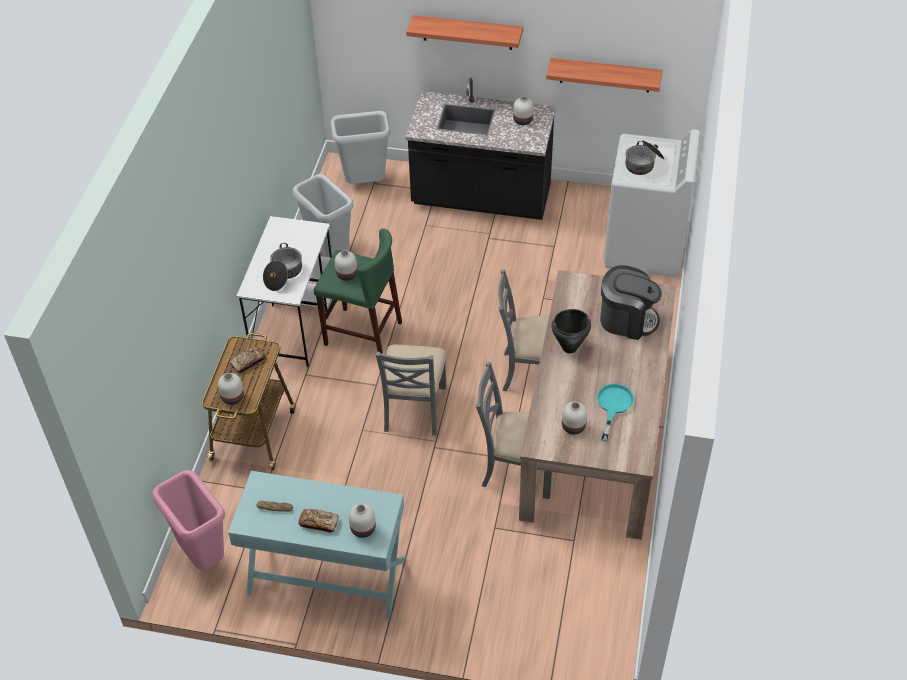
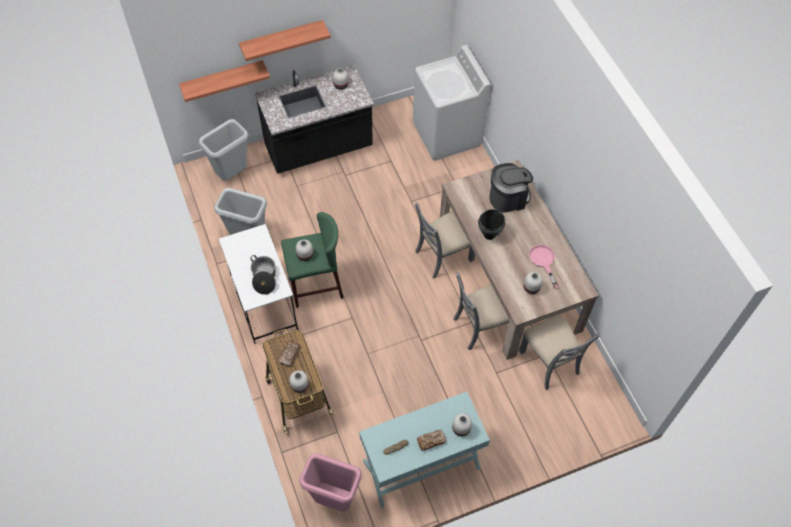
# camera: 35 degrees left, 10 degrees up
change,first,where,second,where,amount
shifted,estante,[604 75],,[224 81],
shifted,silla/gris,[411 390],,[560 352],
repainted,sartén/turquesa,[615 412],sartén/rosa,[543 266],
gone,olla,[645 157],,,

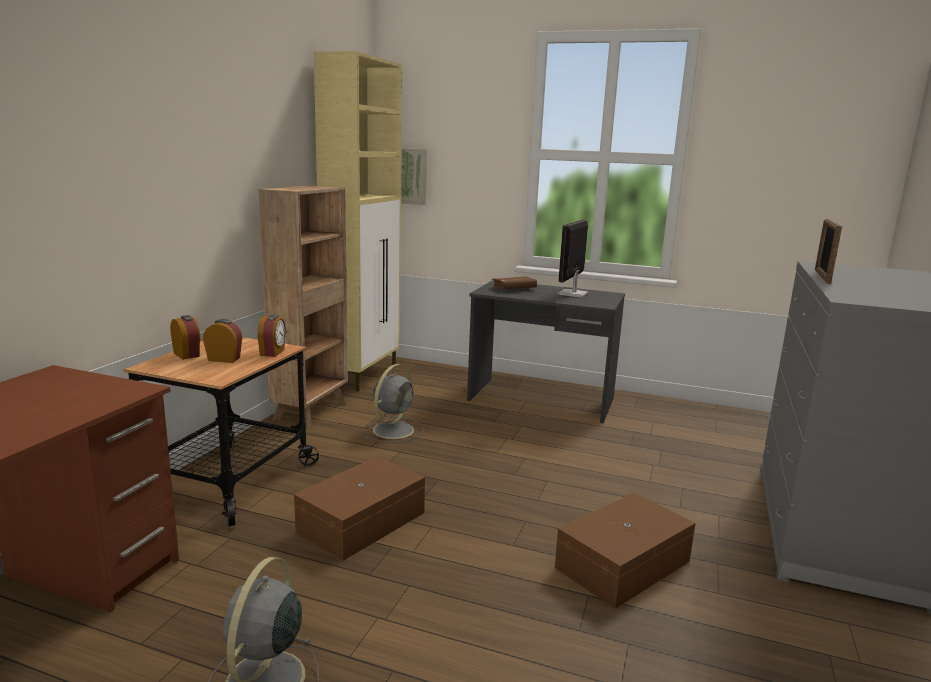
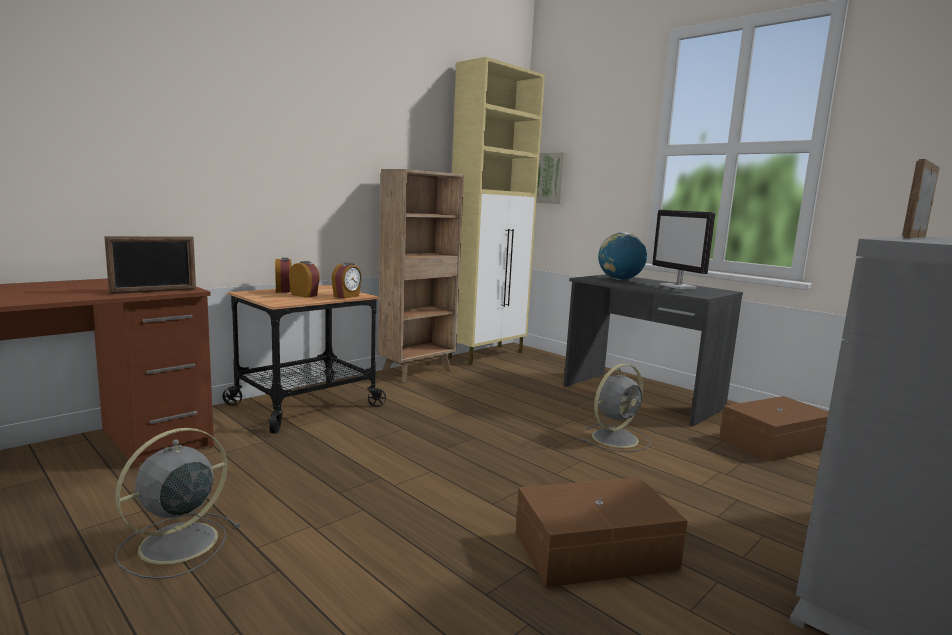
# camera: 25 degrees right, 5 degrees down
change,first,where,second,where,amount
new,,,portarretratos,[150 265],
shifted,ventilador/gris,[395 403],,[616 408],
swapped,libro/marrón,[514 282],globo terráqueo,[622 256],
rotated,monitor,[573 258],,[683 249],75 degrees counterclockwise
shifted,caja de almacenaje/marrón,[359 508],,[774 429],

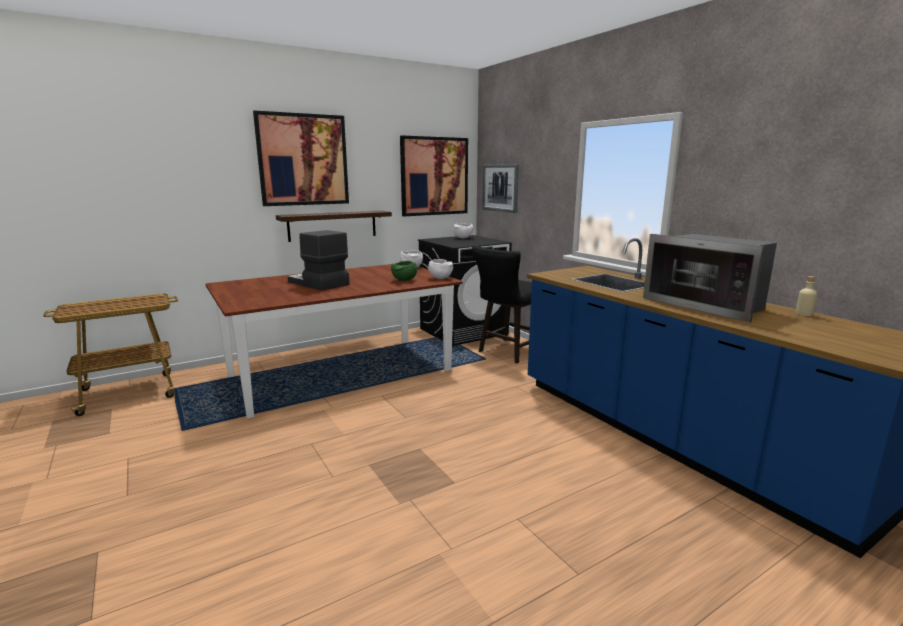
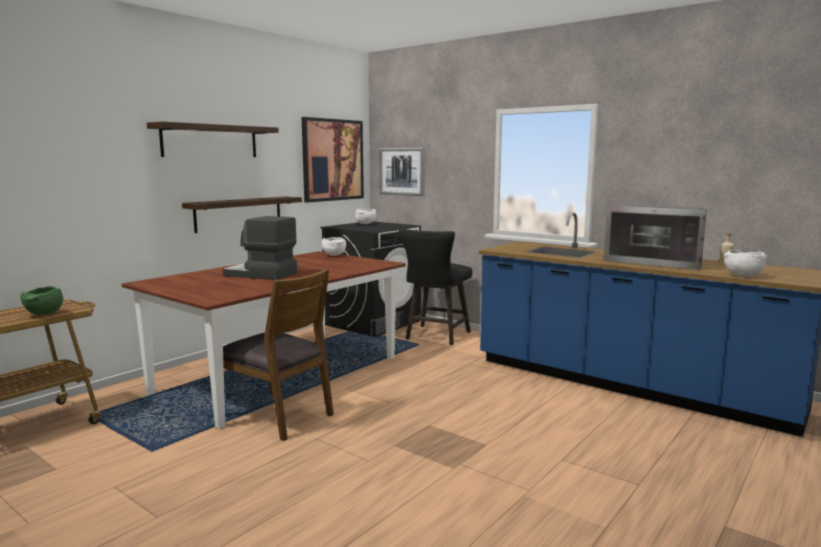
# camera: 20 degrees left, 5 degrees down
change,first,where,second,where,amount
shifted,cuenco/verde,[404 271],,[42 300],
swapped,cuadro,[301 158],estante,[213 139],
new,,,silla/marrón,[273 355],
shifted,cuenco/blanco,[440 269],,[745 263],

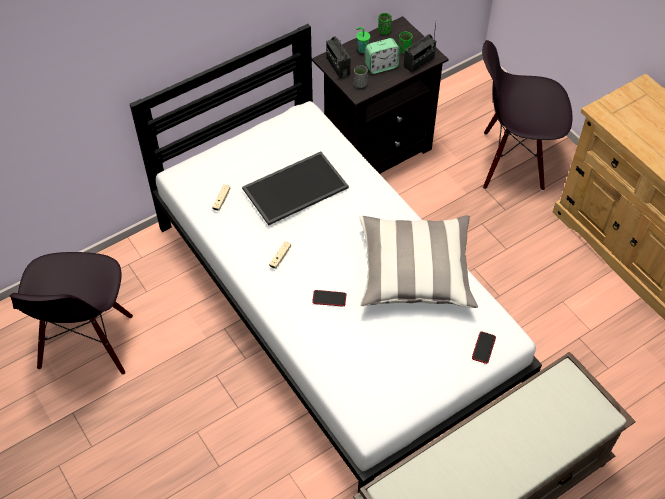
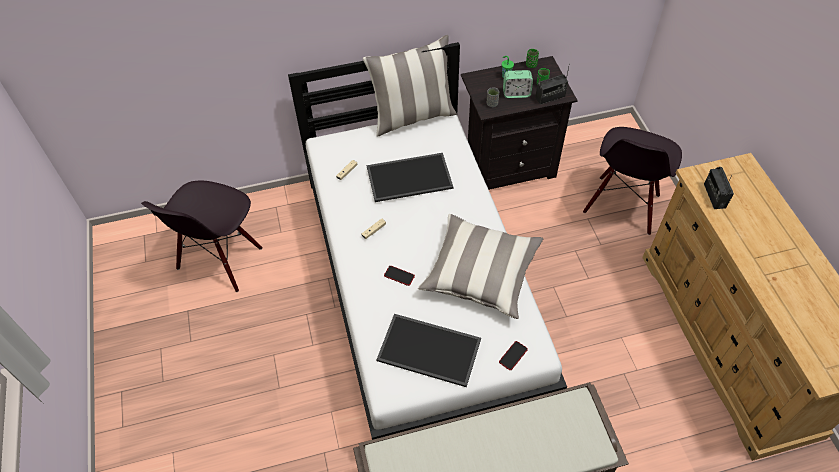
# camera: 20 degrees right, 0 degrees up
change,first,where,second,where,amount
new,,,cojín,[410 86],
new,,,bandeja,[428 350],
rotated,silla/negro,[527 115],,[632 181],90 degrees counterclockwise
shifted,radio,[338 57],,[719 188],

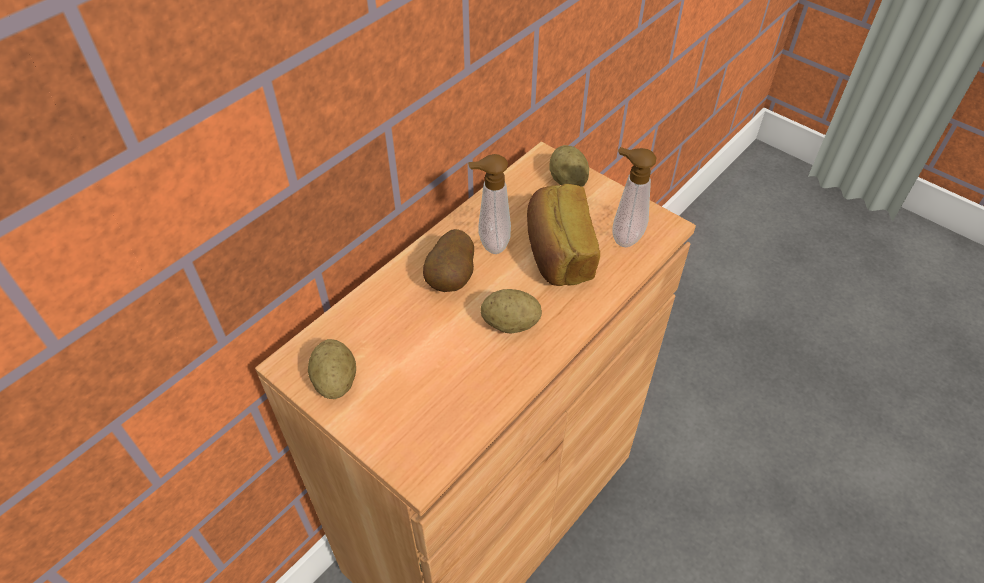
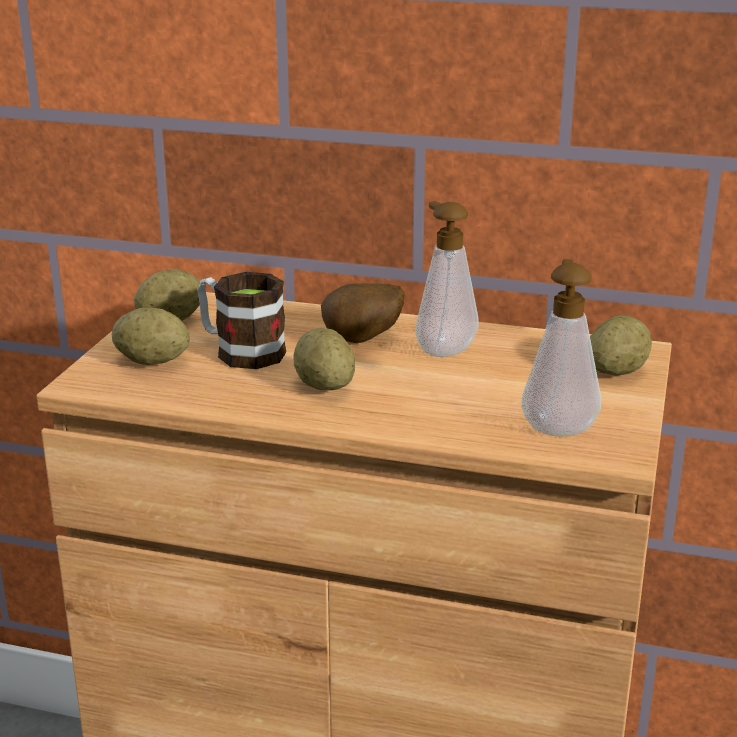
# camera: 65 degrees right, 25 degrees down
change,first,where,second,where,amount
new,,,patata,[151 336],
new,,,taza grande,[242 320],
gone,pan,[563 235],,,

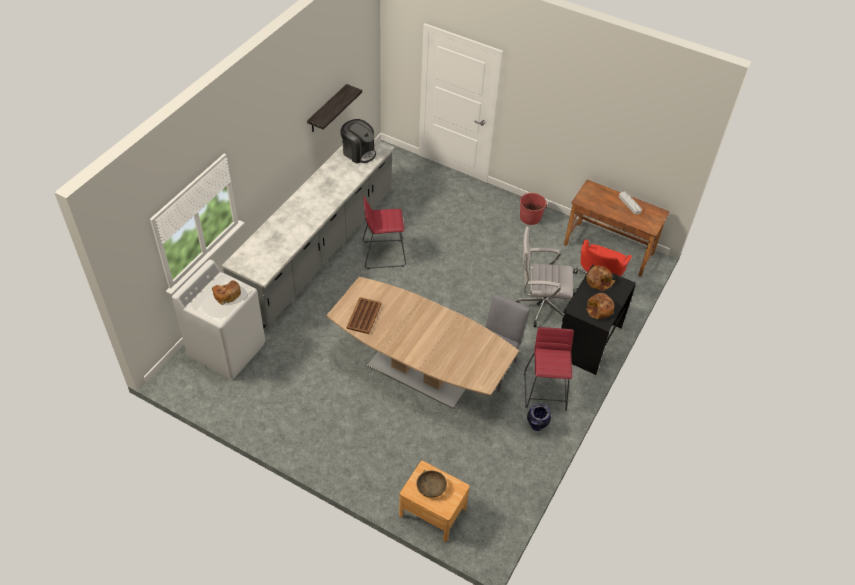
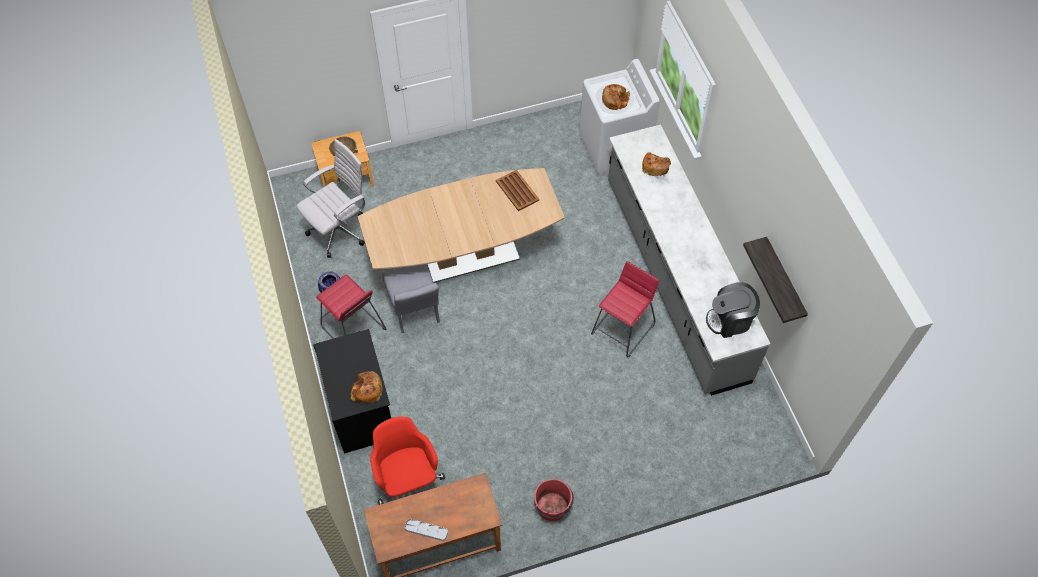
# camera: 135 degrees right, 10 degrees up
change,first,where,second,where,amount
shifted,silla de oficina/blanco,[544 276],,[330 198],
shifted,pan,[600 306],,[656 164],

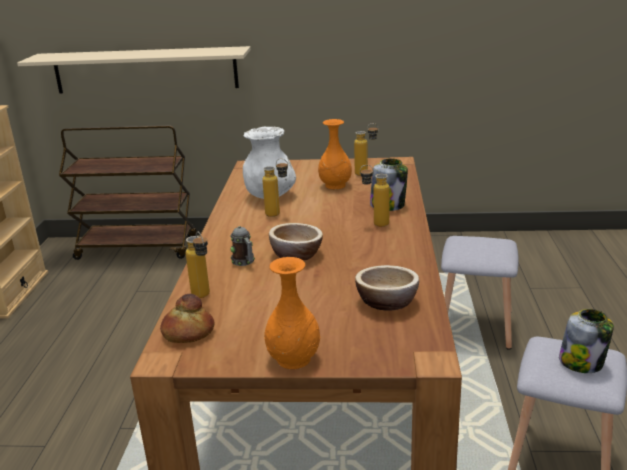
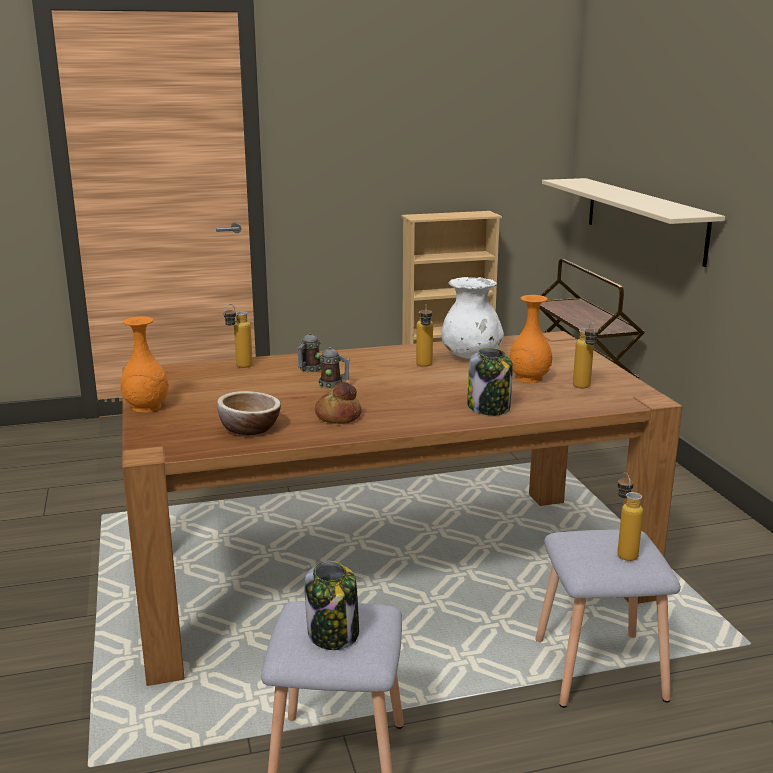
# camera: 70 degrees right, 5 degrees down
change,first,where,second,where,amount
shifted,pan,[187 318],,[338 403],
swapped,cuenco,[296 242],taza grande,[334 368],
shifted,botella,[374 196],,[630 516],

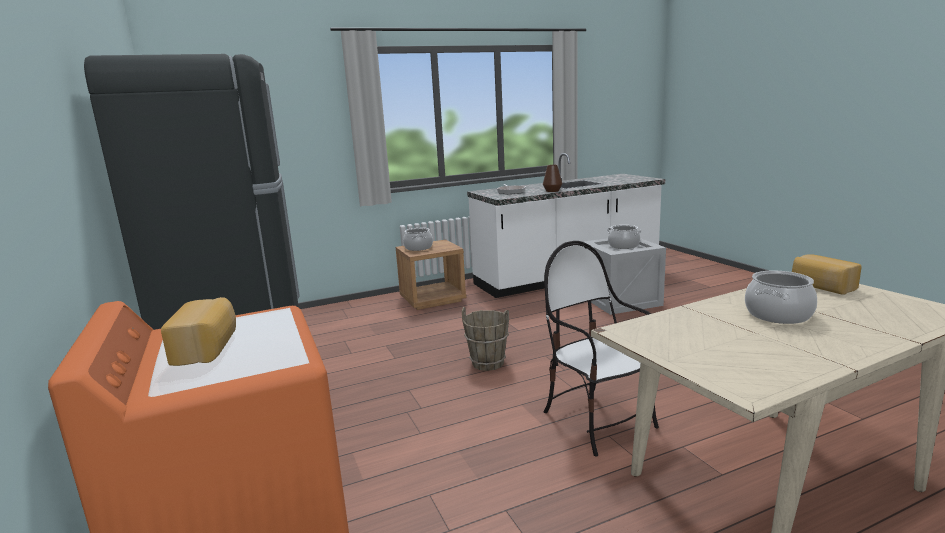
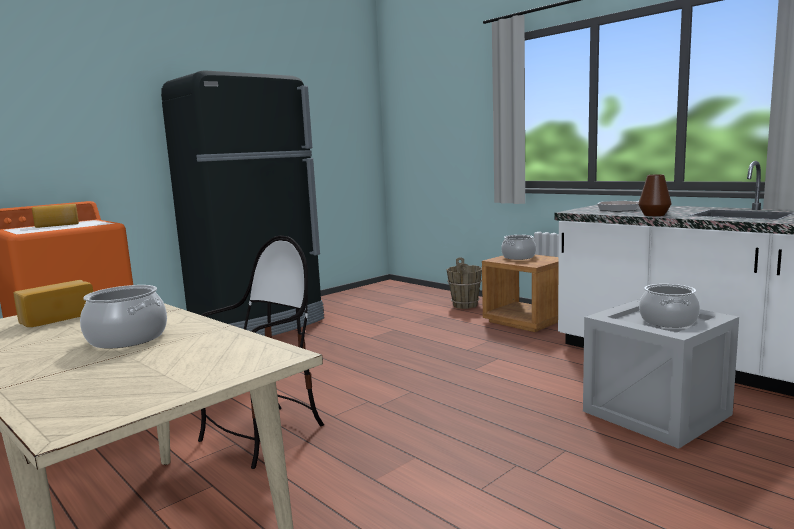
# camera: 70 degrees right, 5 degrees down
change,first,where,second,where,amount
shifted,pan,[827 274],,[53 303],
shifted,cubo/marrón,[485 339],,[464 283],

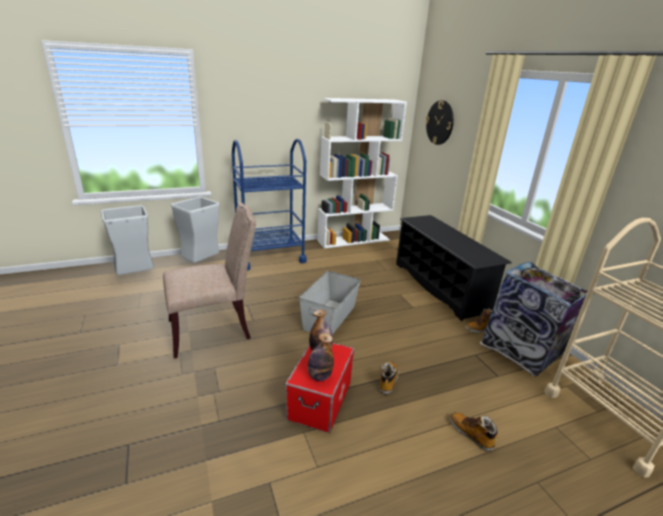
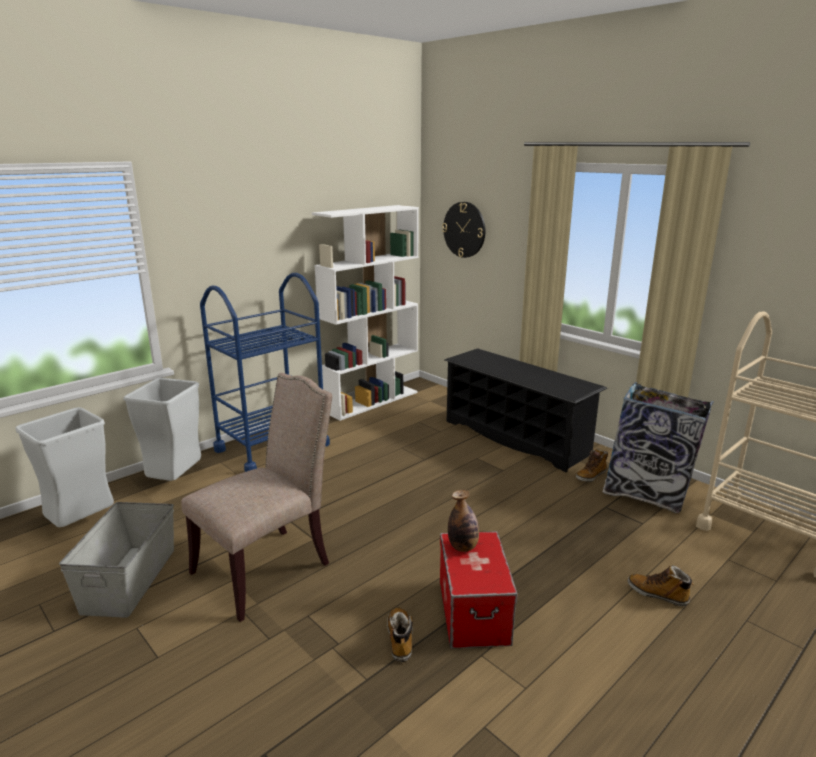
# camera: 20 degrees left, 5 degrees down
change,first,where,second,where,amount
shifted,caja de almacenaje/gris,[330 303],,[116 560],
shifted,bota,[388 378],,[400 634],
gone,botella,[321 357],,,

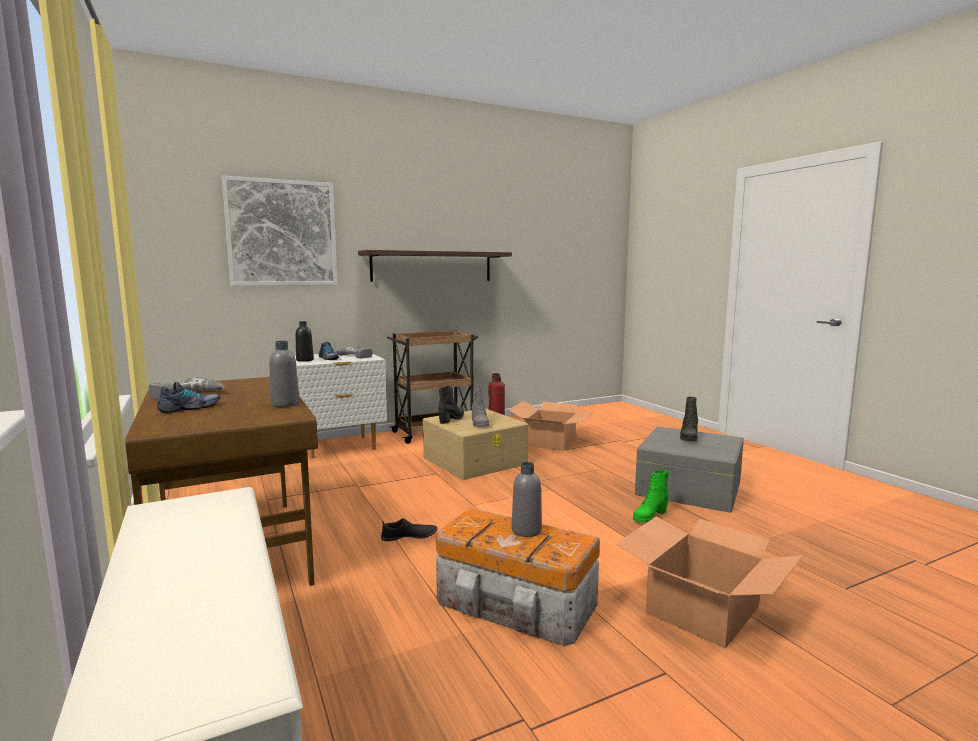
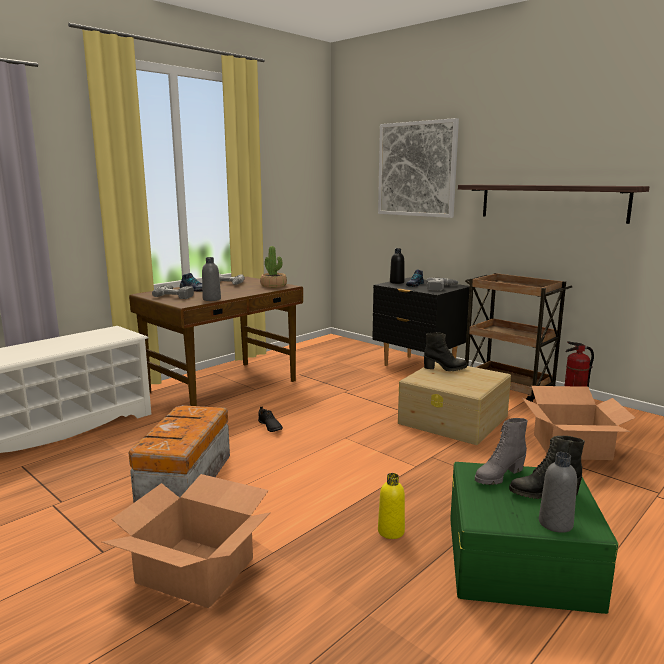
# camera: 70 degrees right, 5 degrees up
change,first,where,second,where,amount
new,,,taladro,[173 292],
new,,,planta en maceta,[273 267],
repainted,mesita de noche/blanco,[341 405],mesita de noche/negro,[421 321],
swapped,bota/verde,[651 496],botella/amarillo,[391 506],
repainted,caja de almacenaje/gris,[689 470],caja de almacenaje/verde,[534 538],
shifted,bota/gris,[480 406],,[501 451],
shifted,botella/gris,[527 499],,[558 492],

